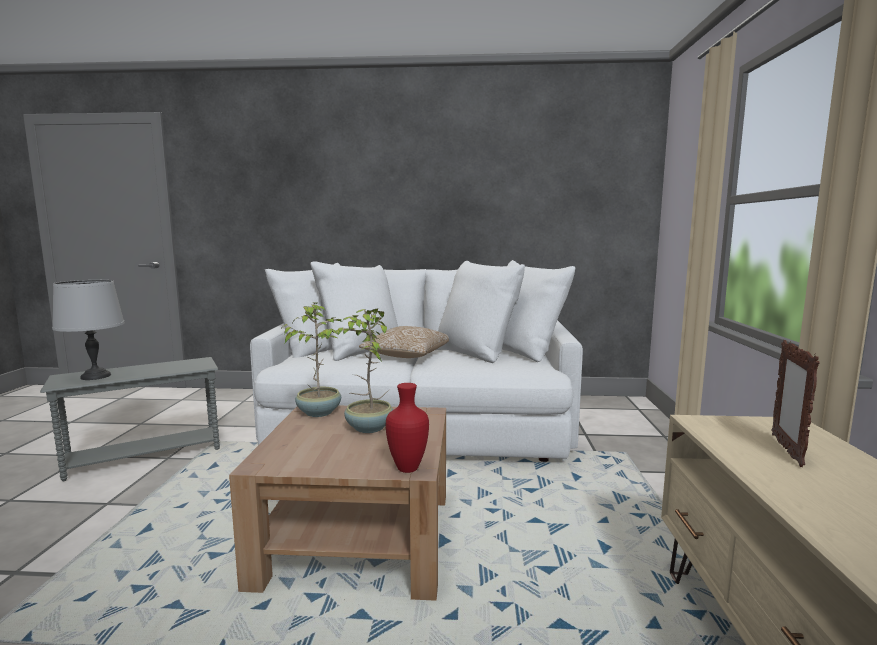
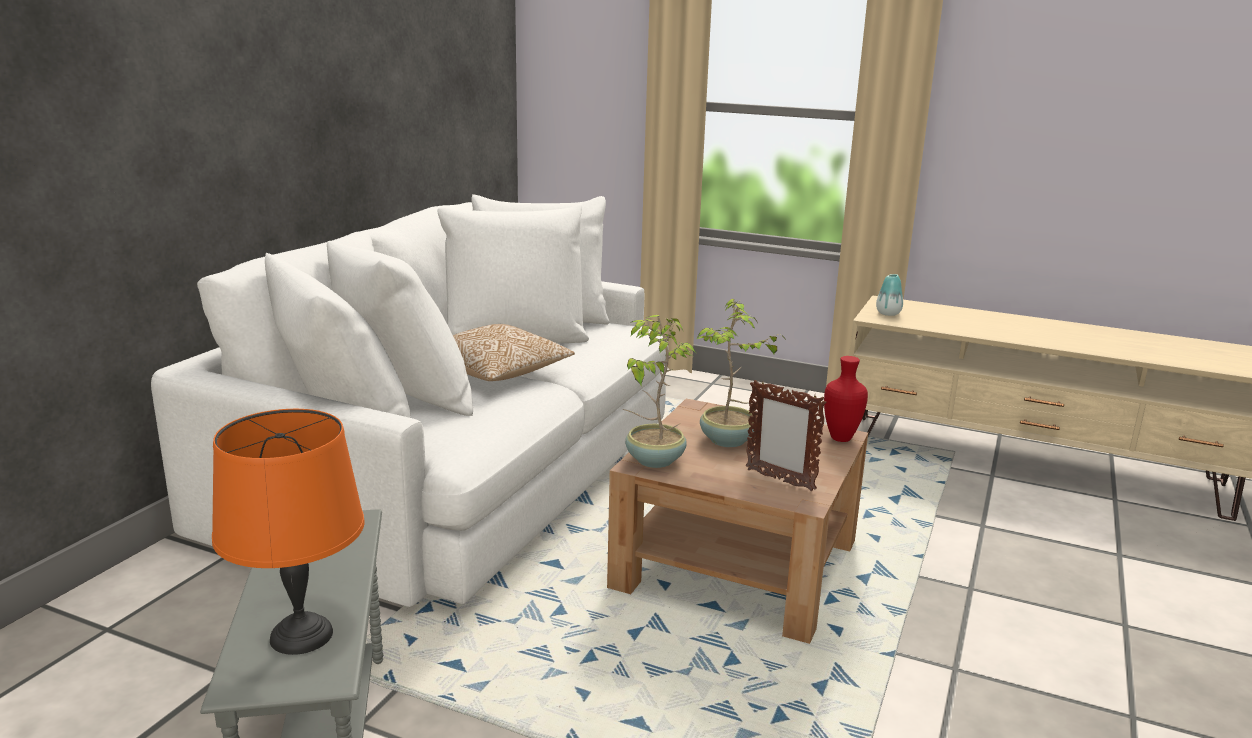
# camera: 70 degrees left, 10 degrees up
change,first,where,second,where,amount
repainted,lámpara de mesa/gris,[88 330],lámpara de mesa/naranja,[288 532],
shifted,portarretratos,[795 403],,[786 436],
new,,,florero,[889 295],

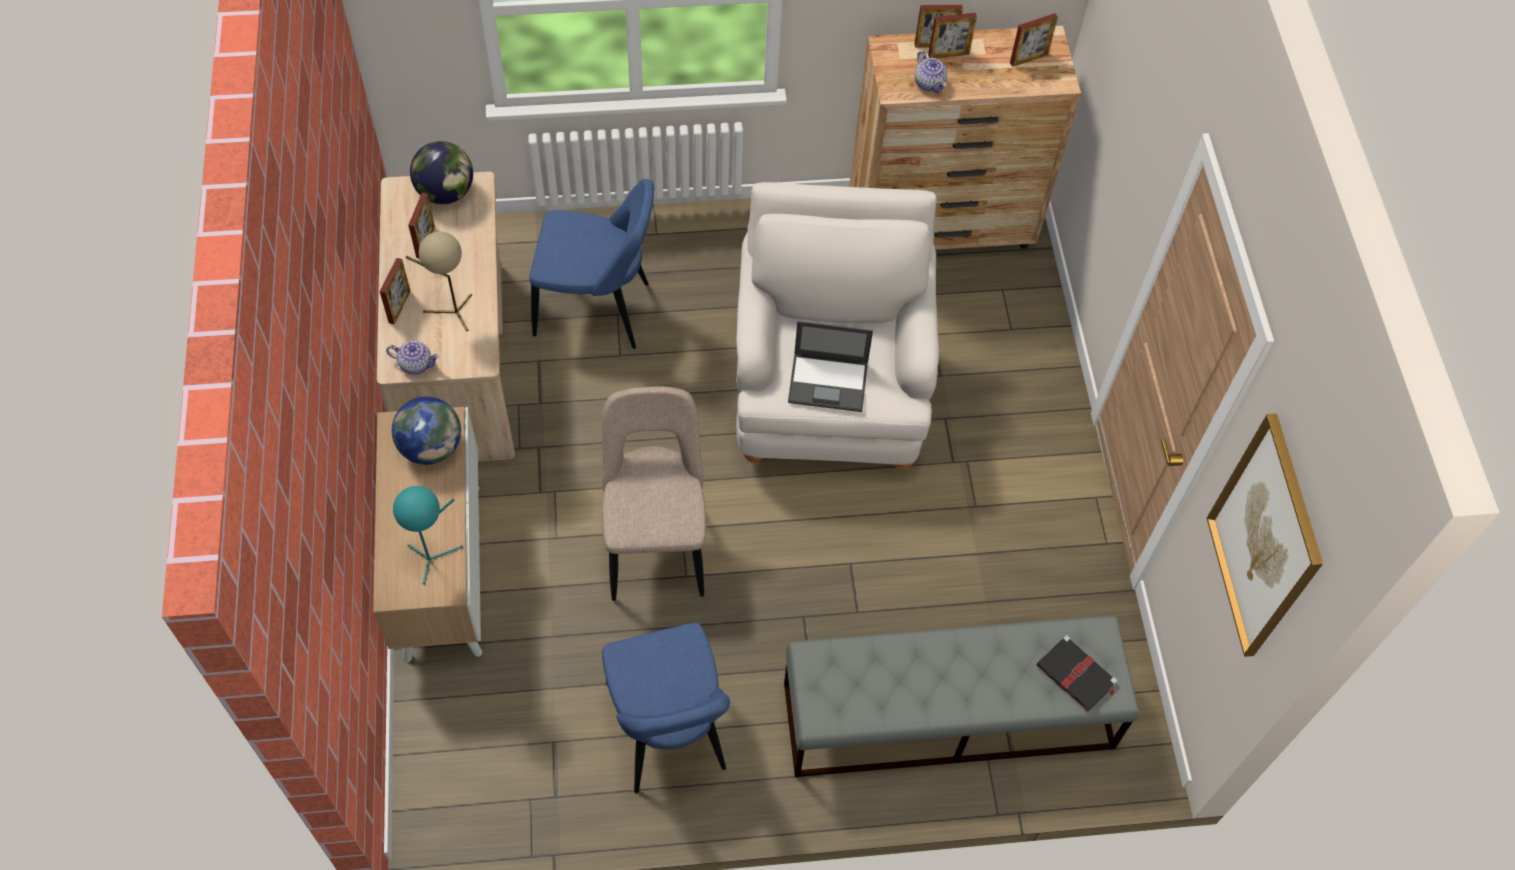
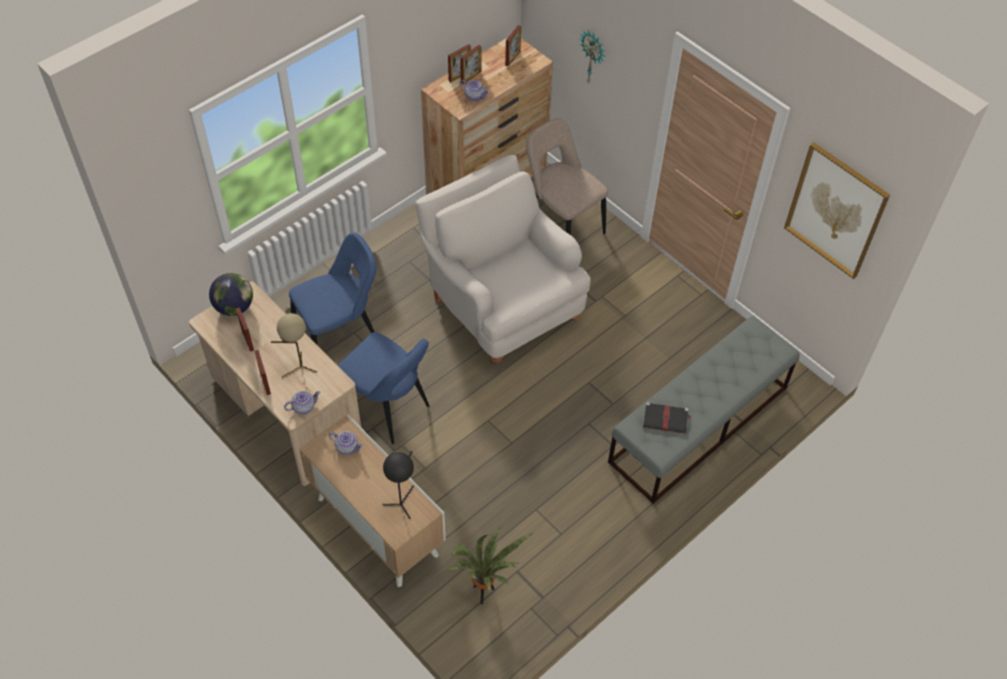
# camera: 35 degrees left, 5 degrees down
change,first,where,second,where,amount
swapped,globo terráqueo,[426 430],tetera,[346 443],
shifted,silla/azul,[666 708],,[383 388],
repainted,lámpara de mesa/turquesa,[428 535],lámpara de mesa/negro,[398 485],
new,,,planta en maceta,[488 565],
shifted,silla/beis,[654 494],,[567 176],
new,,,reloj de pared,[592 57],
shifted,libro/negro,[1076 673],,[667 418],
gone,portátil,[830 366],,,

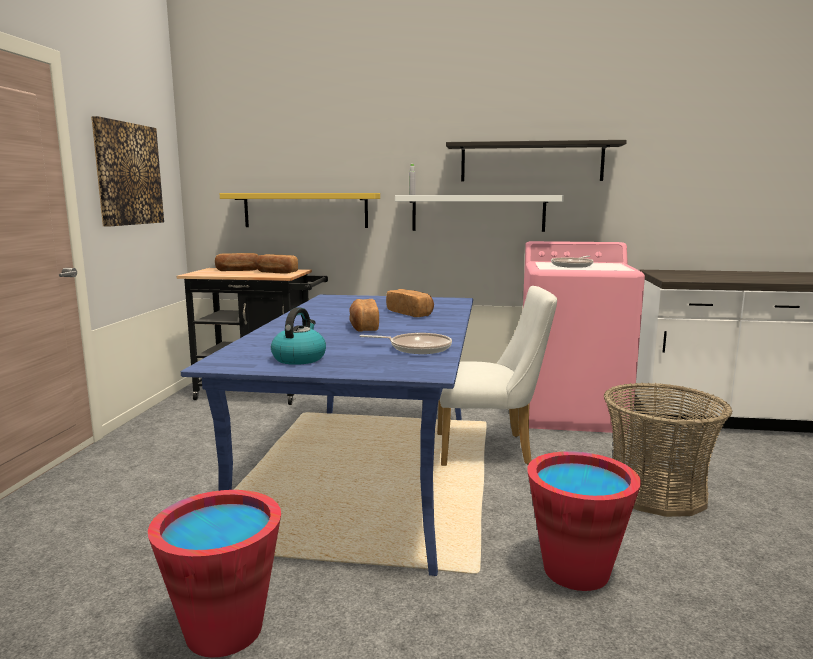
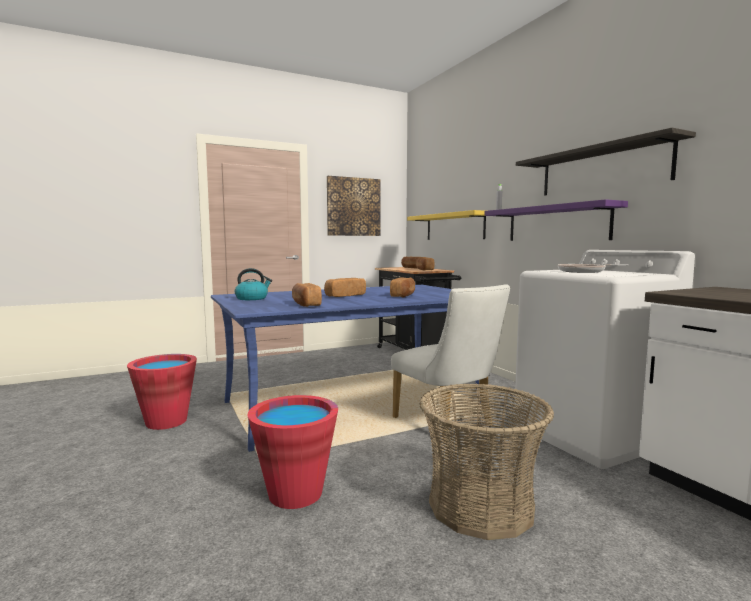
# camera: 55 degrees right, 5 degrees down
change,first,where,second,where,amount
swapped,sartén,[406 343],pan,[307 295],
repainted,estante/blanco,[479 213],estante/morado,[556 220],
repainted,lavadora/rosa,[584 337],lavadora/blanco,[604 359],

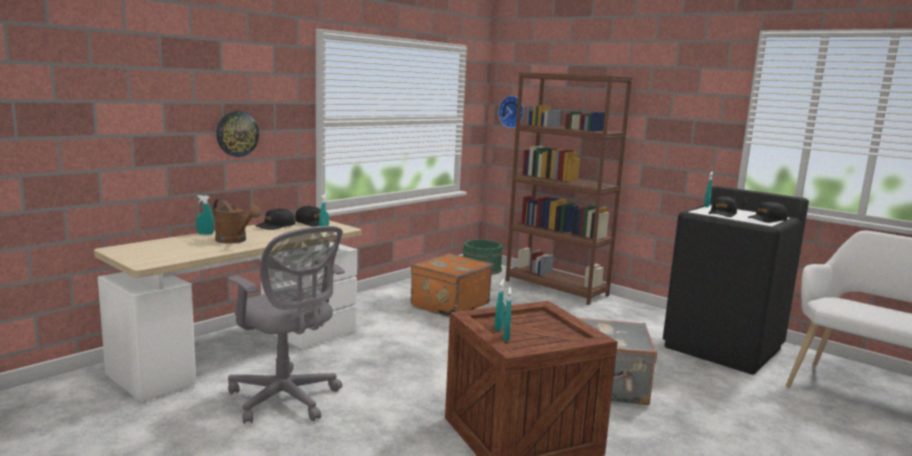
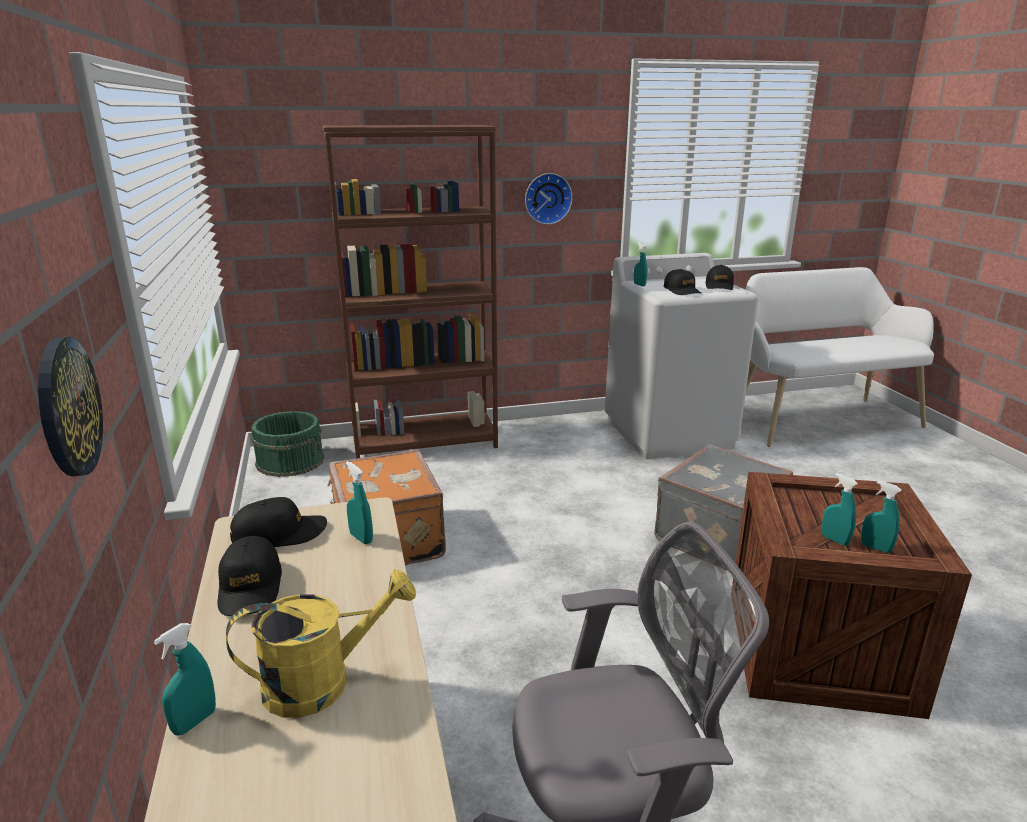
# camera: 55 degrees left, 10 degrees up
change,first,where,second,where,amount
repainted,regadera/marrón,[237 220],regadera/amarillo,[321 644],
shifted,reloj de pared,[511 112],,[549 199],
repainted,lavadora/negro,[736 280],lavadora/blanco,[681 356],

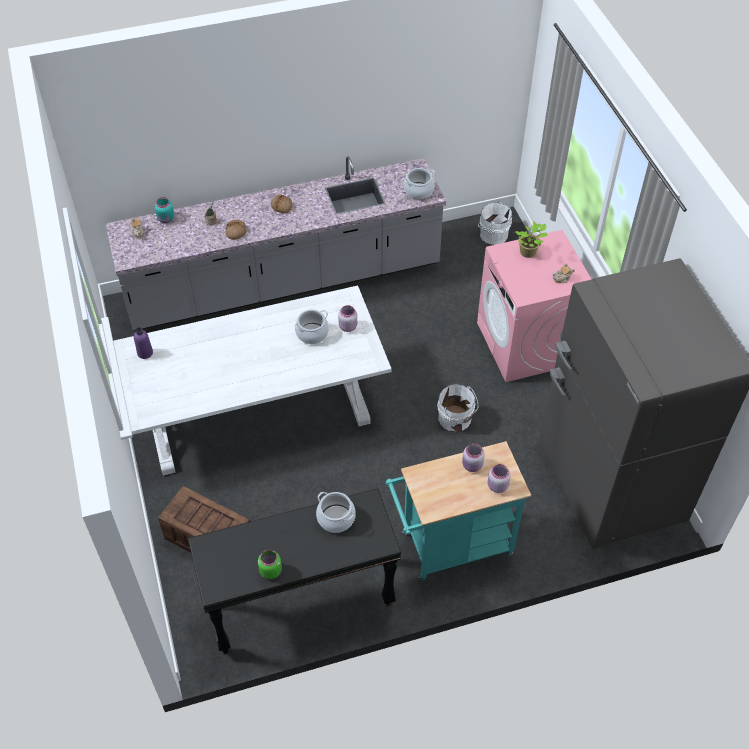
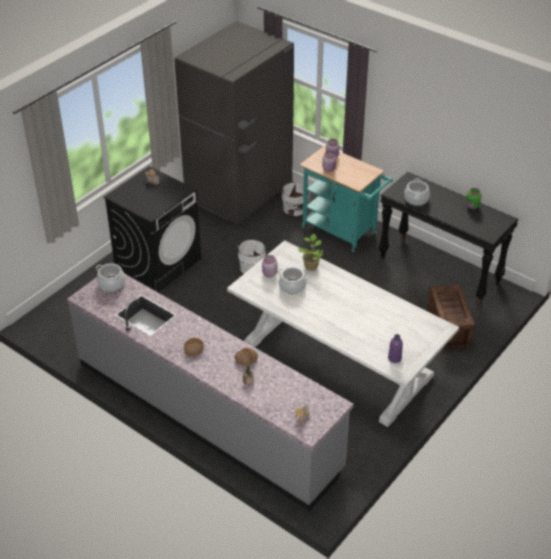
# camera: 125 degrees left, 10 degrees down
change,first,where,second,where,amount
repainted,lavadora/rosa,[534 306],lavadora/negro,[152 229],
shifted,cubo/blanco,[495 223],,[296 199],
shifted,planta en maceta,[531 239],,[310 252],
gone,tarro/turquesa,[164 210],,,

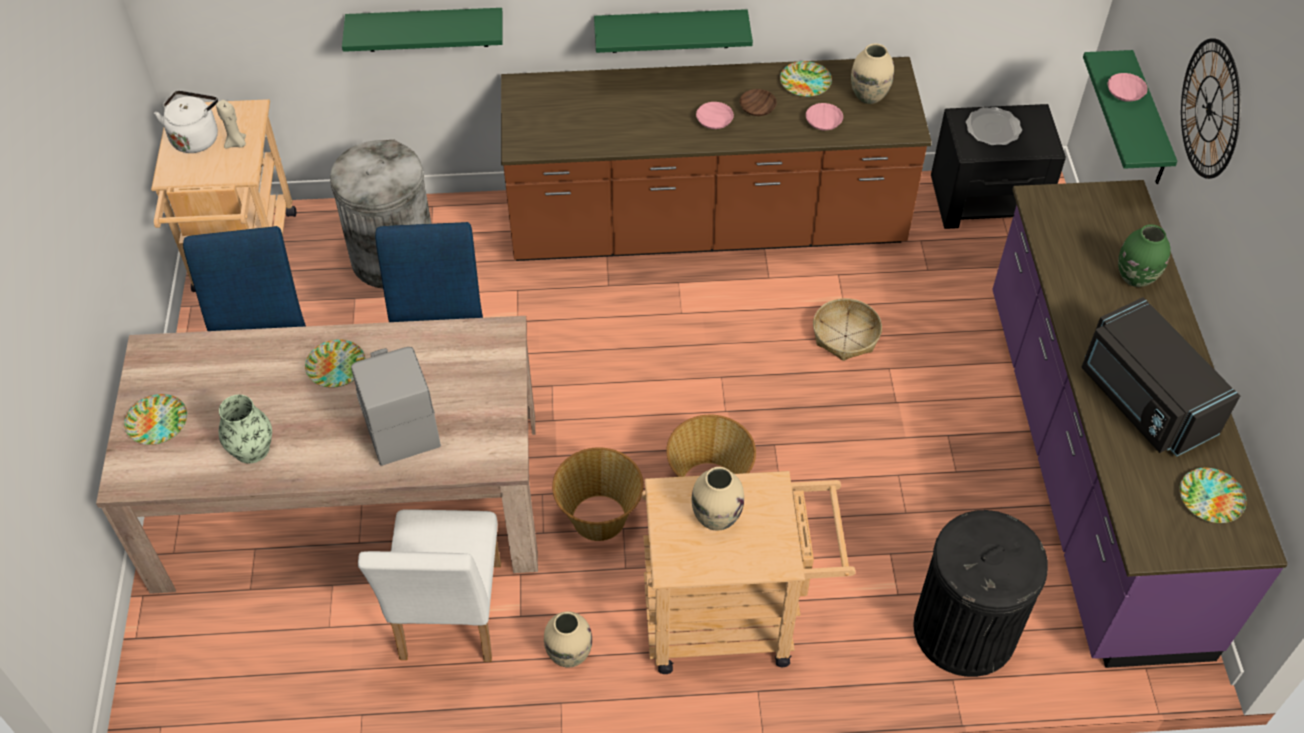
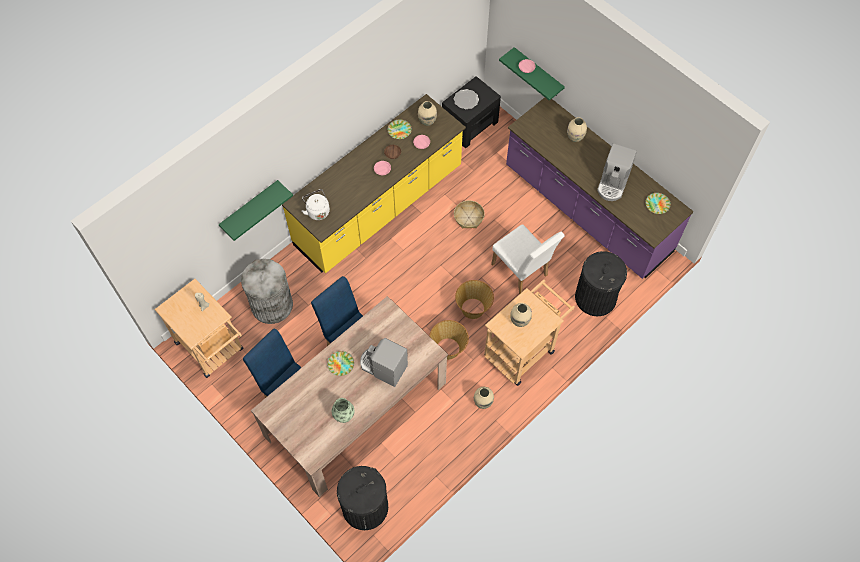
# camera: 40 degrees left, 10 degrees up
change,first,where,second,where,amount
repainted,mueble bajo de cocina/marrón,[716 159],mueble bajo de cocina/amarillo,[374 183],
shifted,hervidor/blanco,[186 122],,[316 204],
new,,,papelera/negro,[362 498],
shifted,silla/blanco,[429 585],,[528 259],
repainted,florero/verde,[1144 255],florero/beis,[577 129],
swapped,microondas/negro,[1161 377],cafetera,[617 172],
gone,plato,[155 419],,,
gone,estante/verde,[673 31],,,
gone,reloj de pared,[1211 108],,,

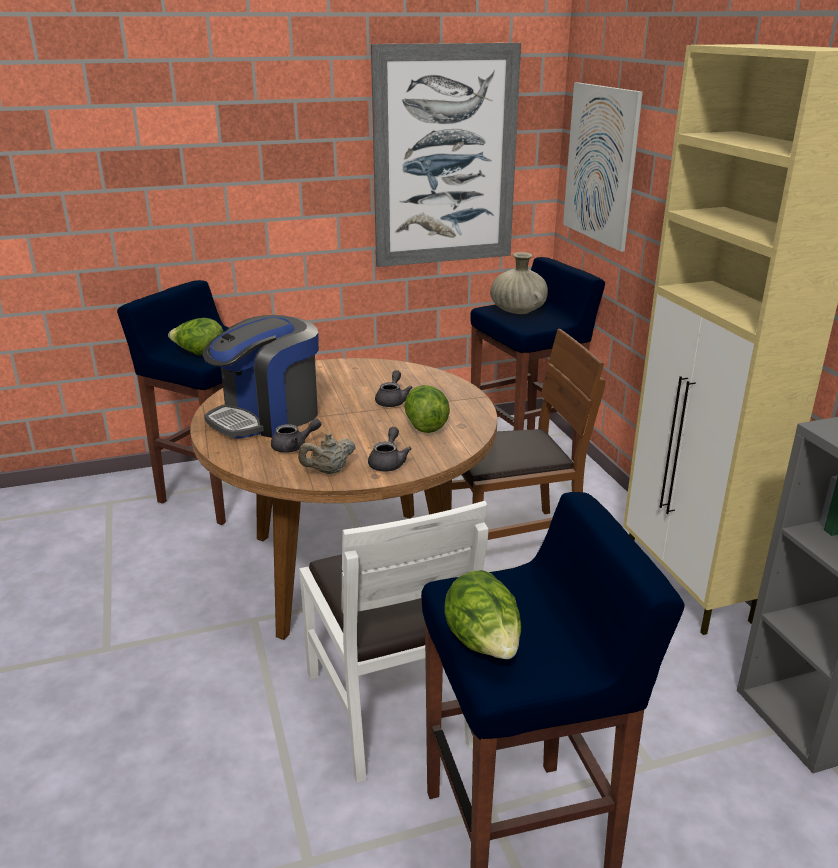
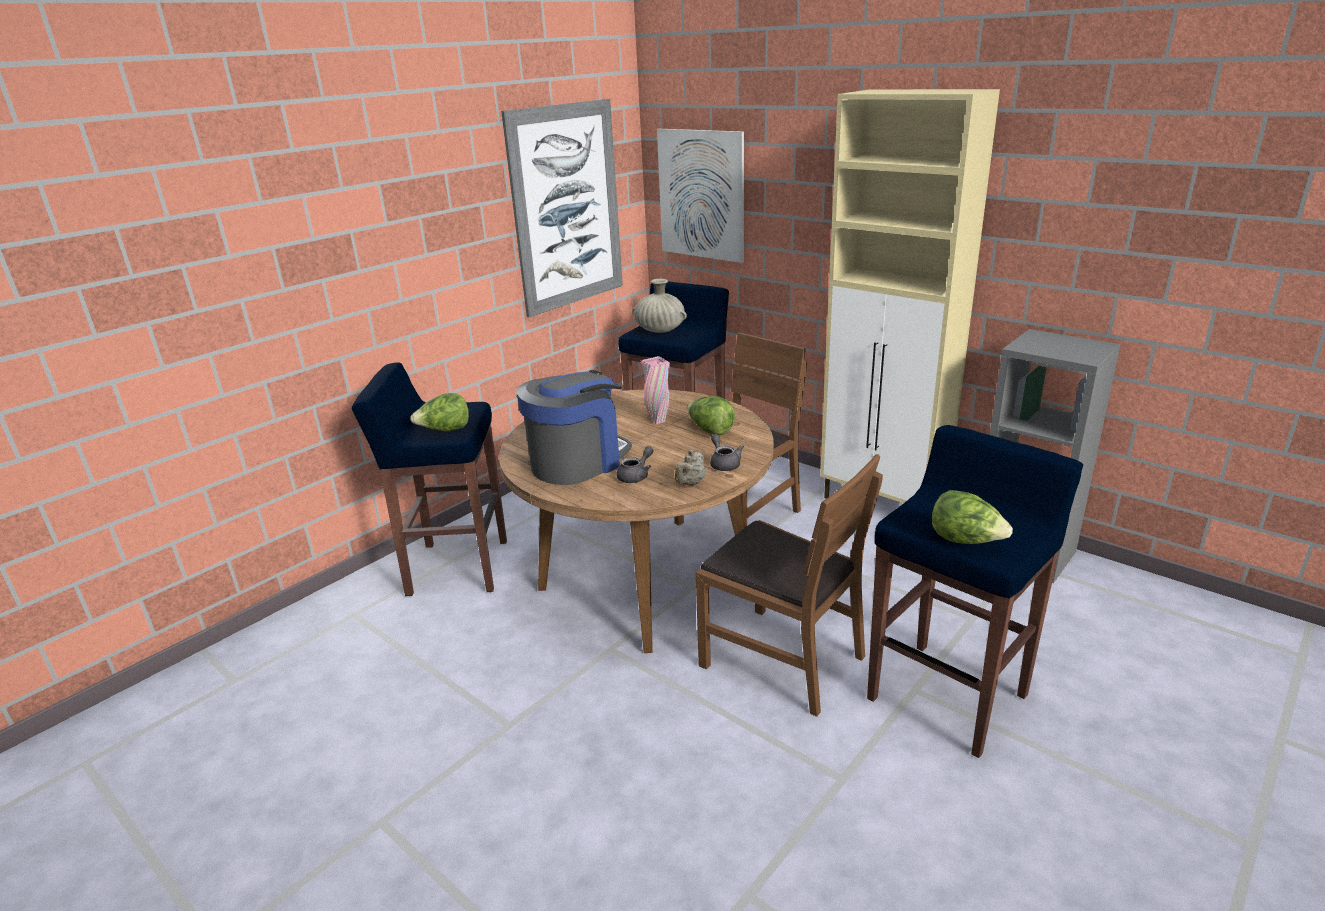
# camera: 30 degrees left, 0 degrees up
change,first,where,second,where,amount
rotated,cafetera,[261 377],,[574 427],150 degrees counterclockwise
swapped,tetera/gris,[393 388],florero/rosa,[655 390],
repainted,silla/blanco,[393 642],silla/marrón,[789 585],

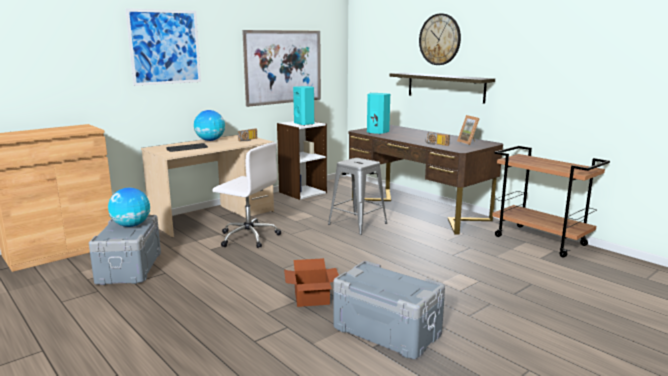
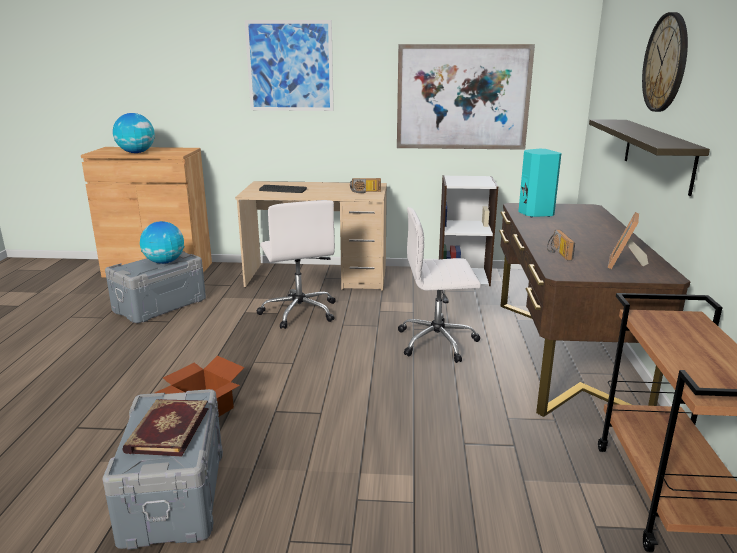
# camera: 45 degrees right, 5 degrees up
change,first,where,second,where,amount
shifted,globo terráqueo,[209 125],,[134 133],
new,,,libro,[165 427],
swapped,taburete/gris,[357 196],silla de oficina/blanco,[439 285],
gone,altavoz/turquesa,[303 106],,,

